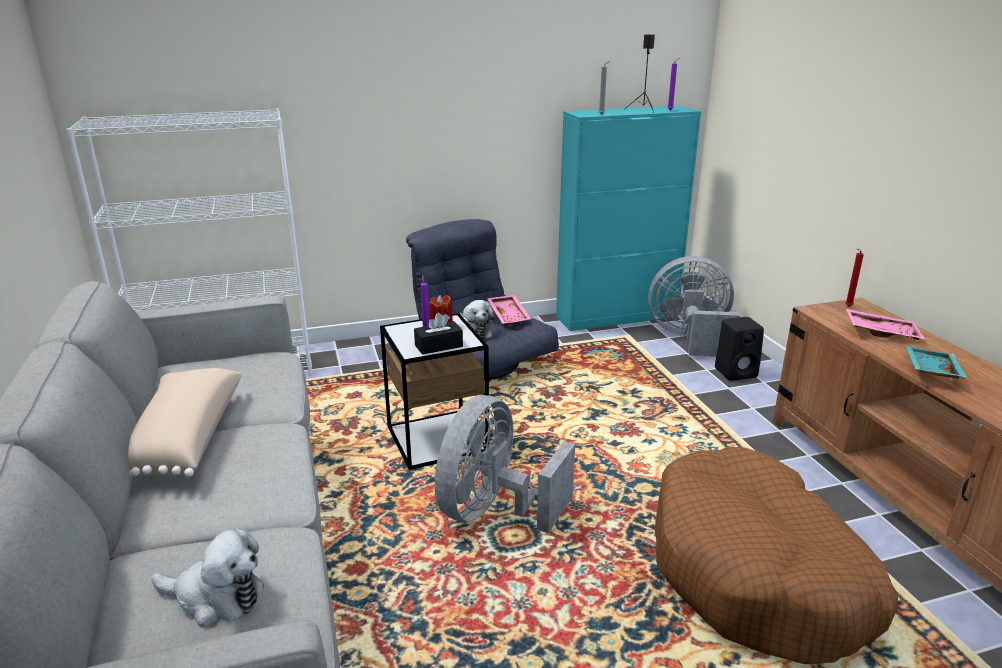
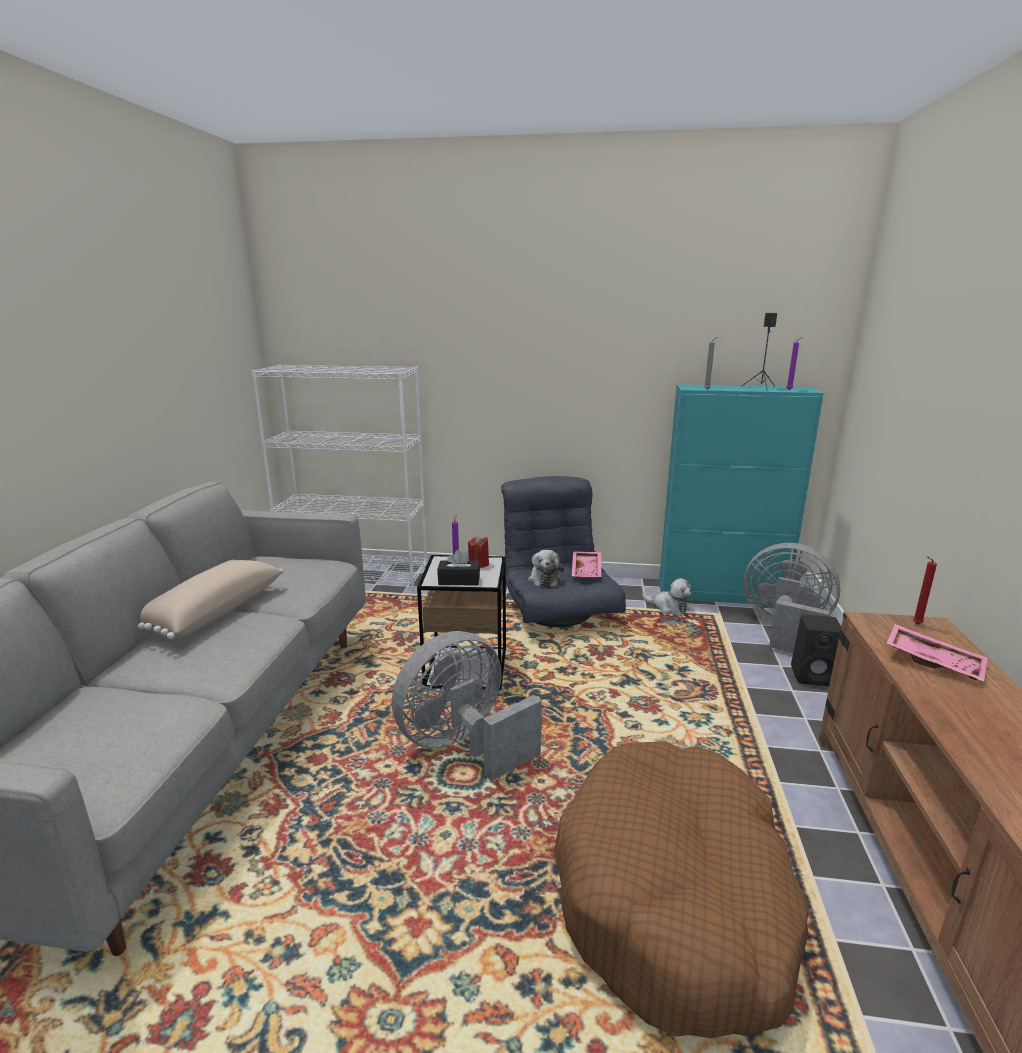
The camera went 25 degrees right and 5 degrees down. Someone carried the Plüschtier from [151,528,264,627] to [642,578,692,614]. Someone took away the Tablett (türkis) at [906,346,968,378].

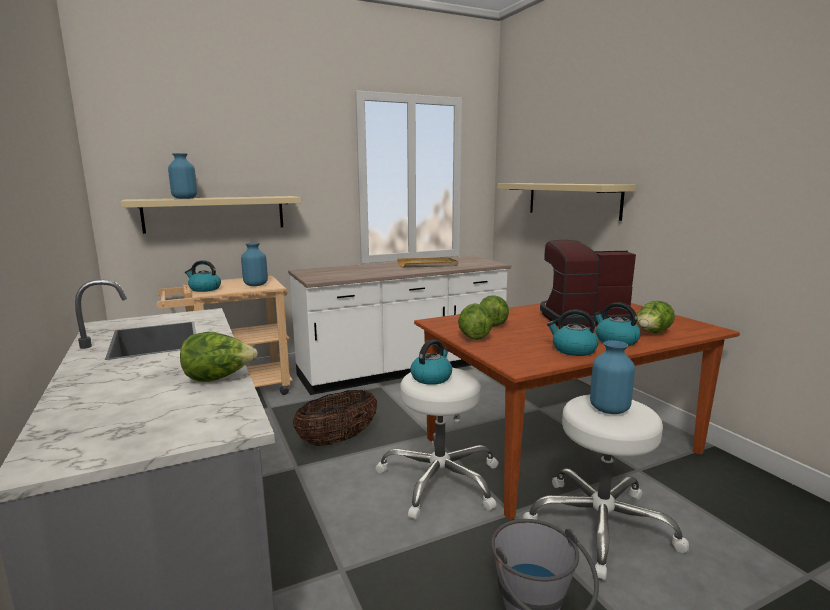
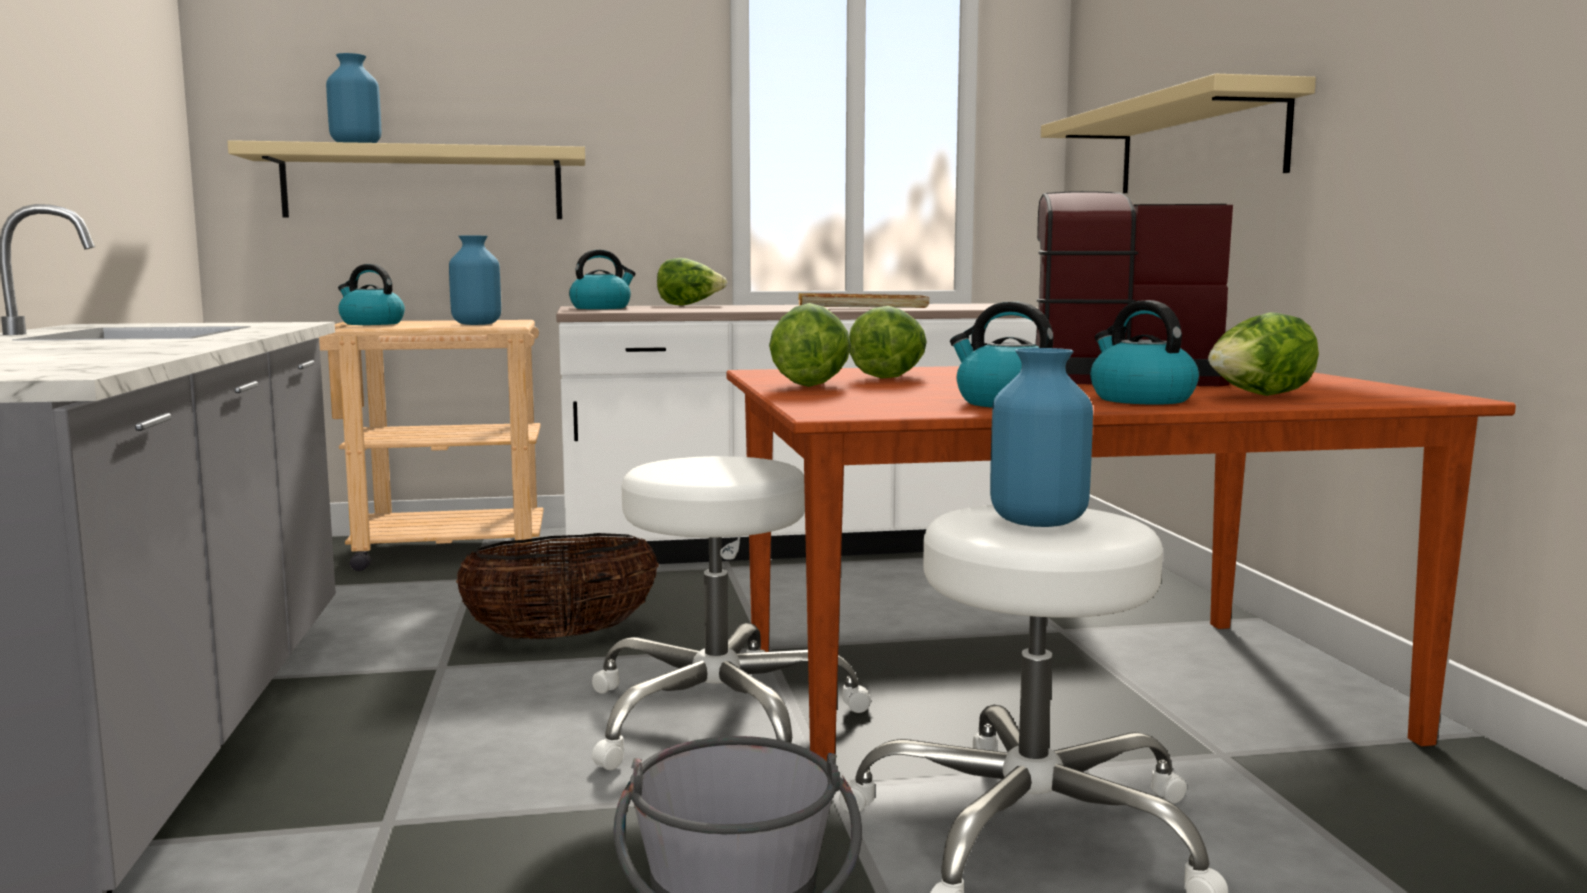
The camera went 15 degrees right and 5 degrees down. Someone carried the Wasserkessel from [410,340,452,385] to [569,250,636,309]. Someone carried the Salatkopf from [180,332,258,382] to [657,258,727,306].

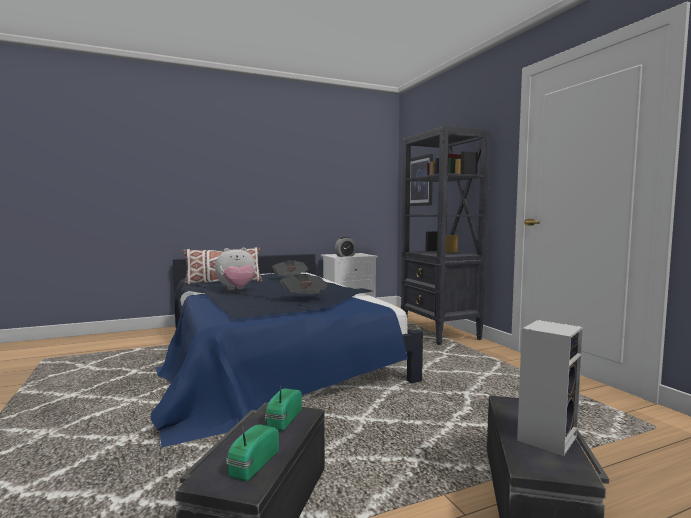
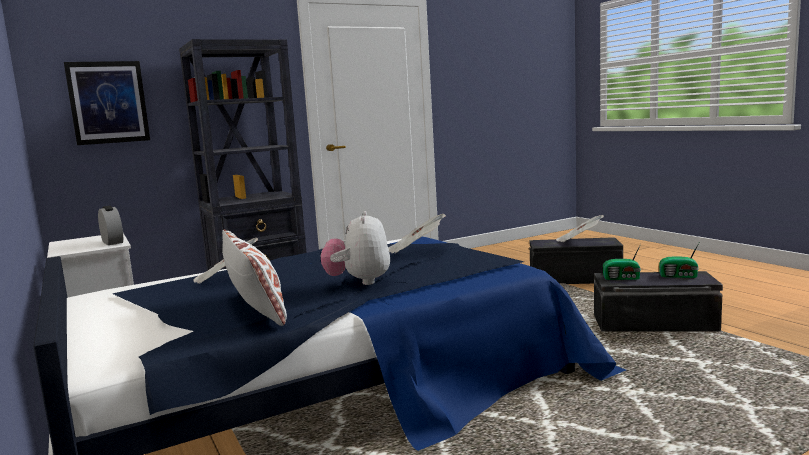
The camera went 95 degrees left and 5 degrees up. Someone rotated the Plüschtier at [215,247,255,290] by 150 degrees counterclockwise. Someone swapped the Lautsprecher at [517,320,583,456] for the Zeitung at [556,215,604,242].

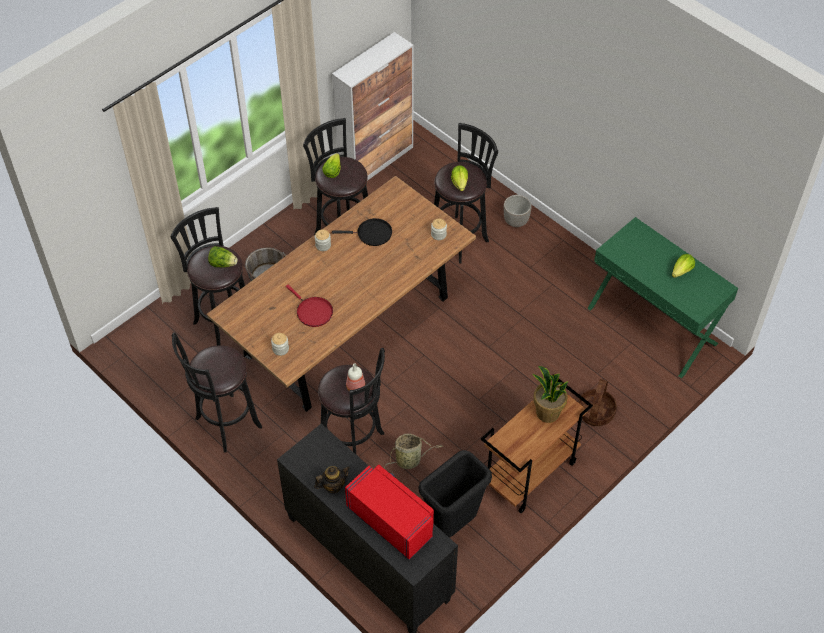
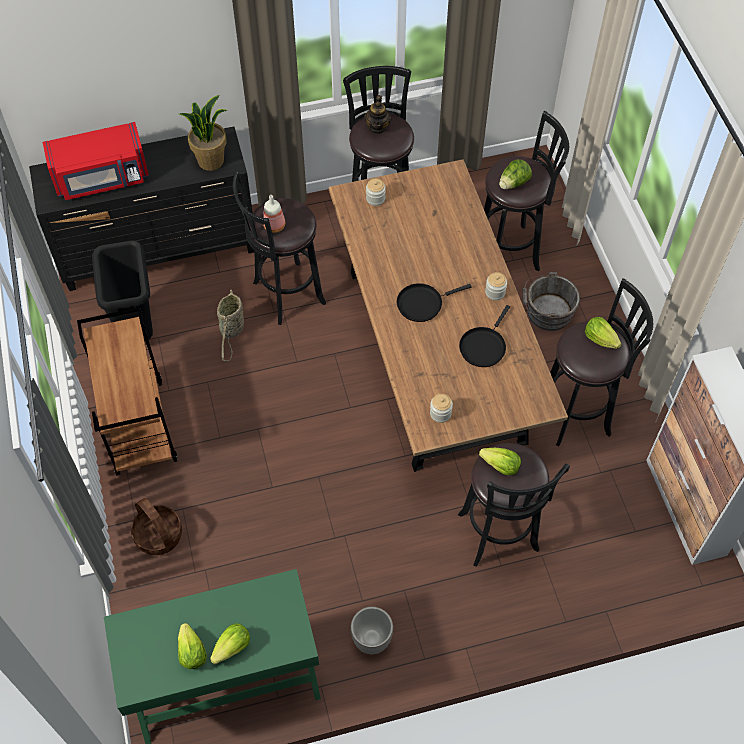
The camera went 120 degrees right and 5 degrees up. Someone carried the Topfpflanze from [533,366,568,423] to [179,95,228,171]. Someone put down the Salatkopf at [210,623,250,665]. Someone carried the Pflanzkübel from [504,195,532,227] to [350,607,393,654]. Someone carried the Teekanne from [314,466,350,494] to [364,95,391,134]. Someone put down the Pfanne (schwarz) at [397,283,472,322]. Someone took away the Pfanne (rot) at [286,285,333,327].

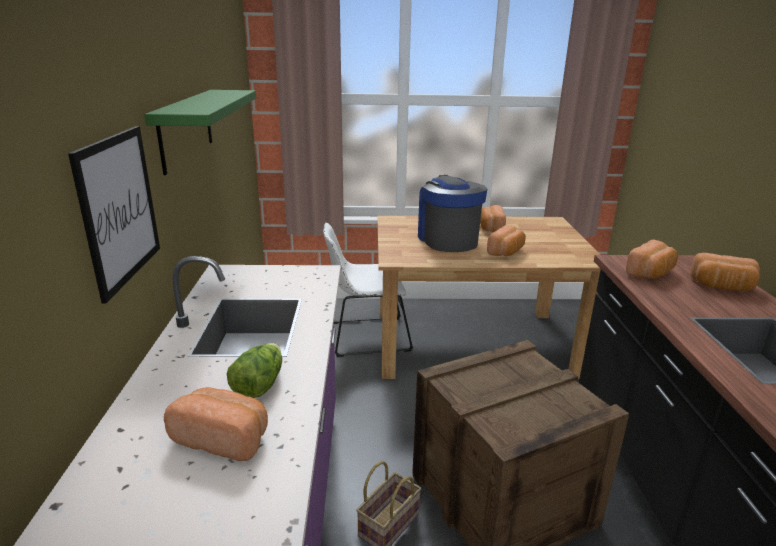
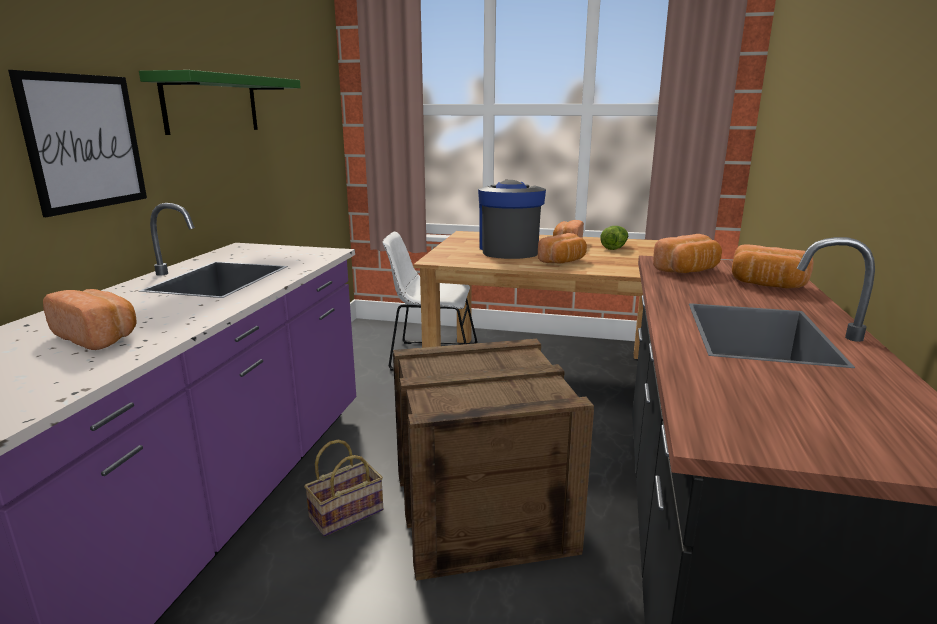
The camera went 15 degrees right and 5 degrees down. Someone carried the Salatkopf from [227,343,282,398] to [600,226,628,250].

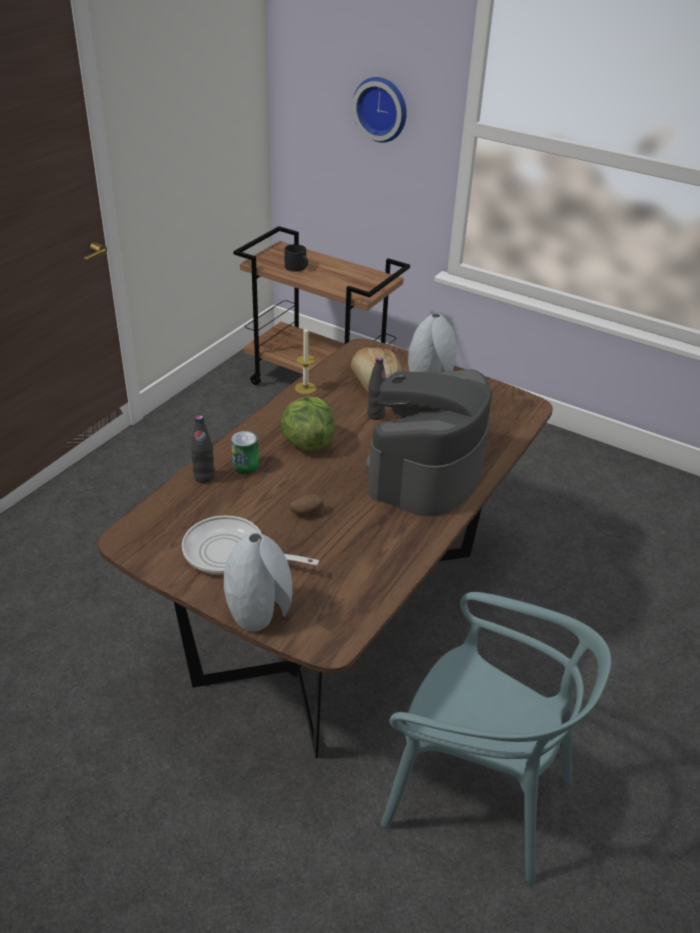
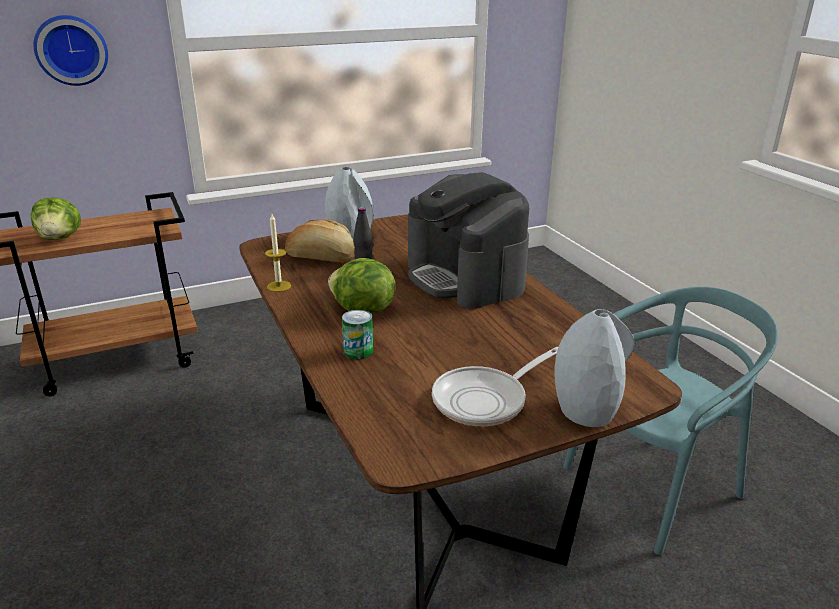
The camera went 55 degrees left and 10 degrees down. Someone swapped the Henkelbecher (schwarz) at [284,244,308,272] for the Salatkopf at [31,197,81,240]. Someone took away the Flasche (schwarz) at [191,415,215,483]. Someone took away the Kartoffel at [289,495,324,515].

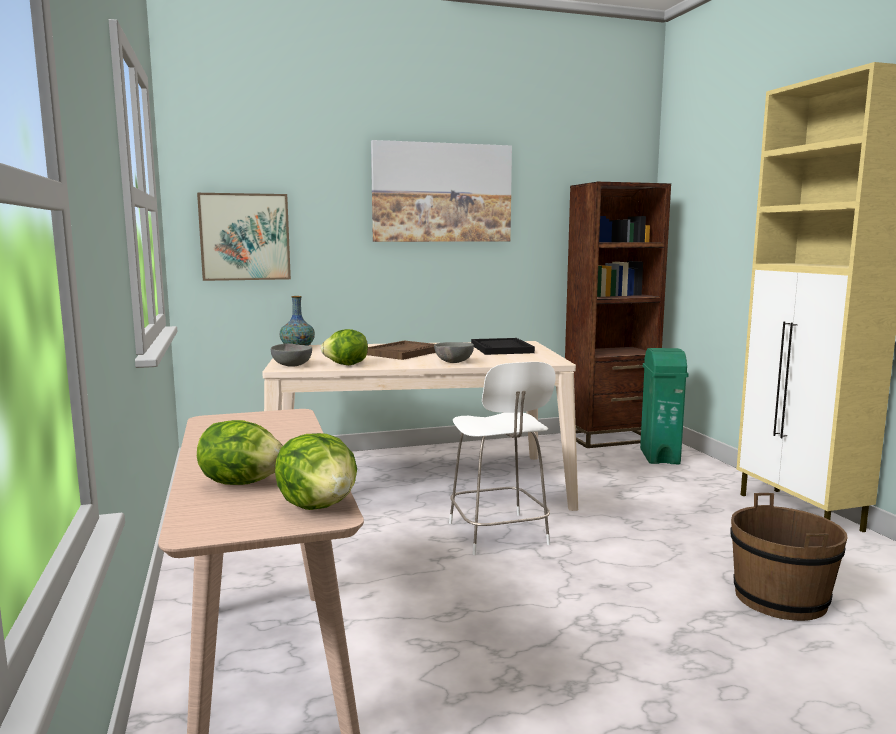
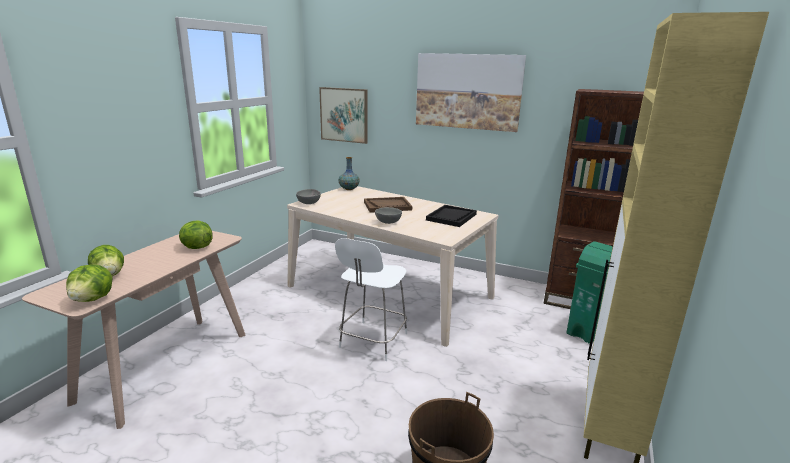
The camera went 40 degrees right and 10 degrees up. Someone carried the Salatkopf from [320,329,368,365] to [179,220,213,249].

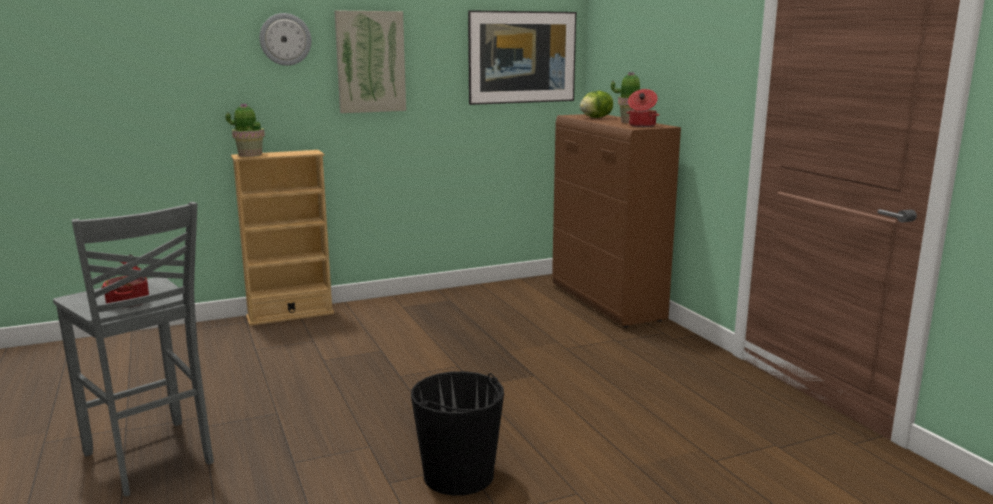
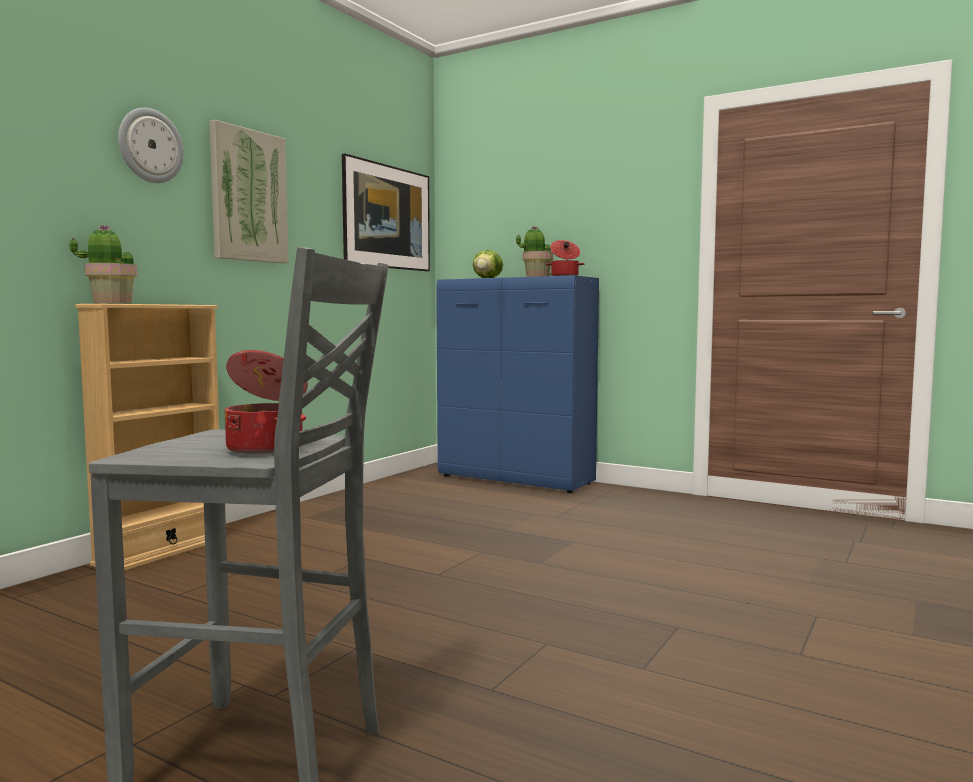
The camera went 35 degrees left and 10 degrees down. Someone repainted the Schrank (braun) at [552,114,681,327], which became the Schrank (blau) at [436,275,599,493]. Someone took away the Eimer (schwarz) at [411,371,504,496].

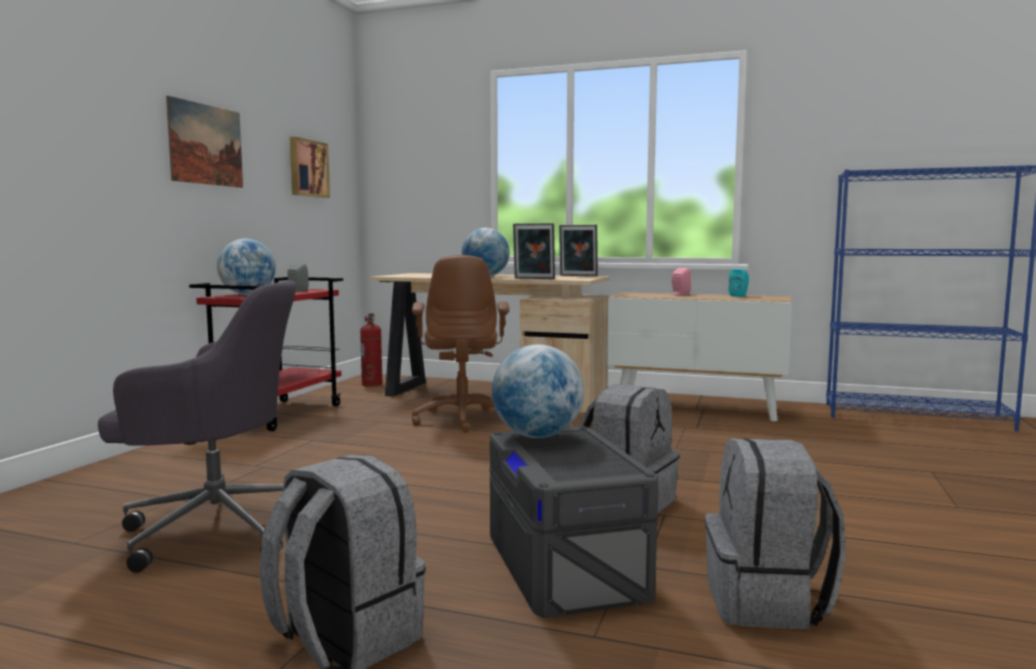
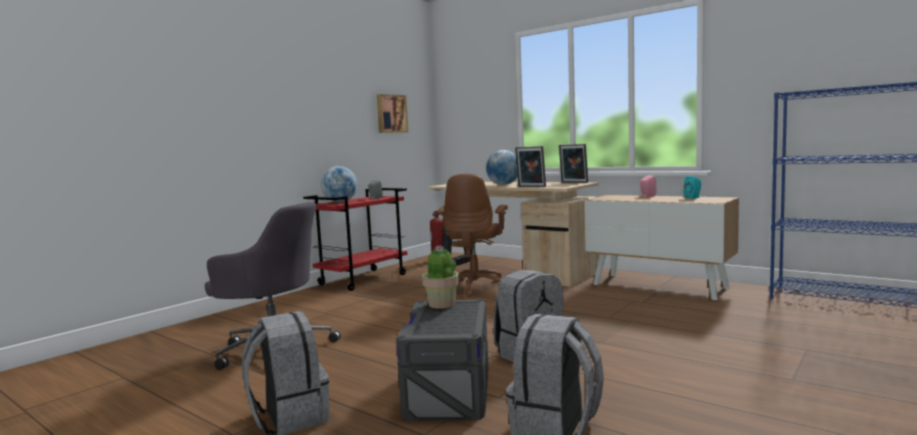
The camera went 20 degrees right and 0 degrees up. Someone swapped the Globus at [492,344,584,438] for the Topfpflanze at [422,245,459,309]. Someone took away the Bild at [166,96,243,188].

